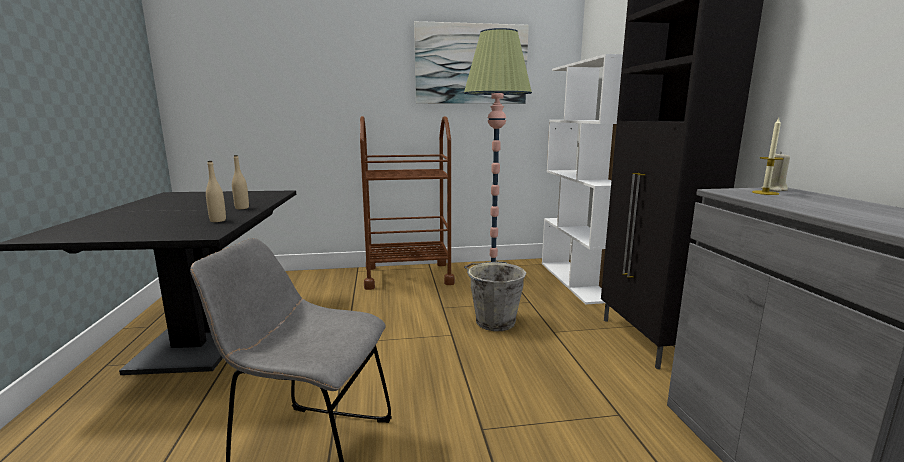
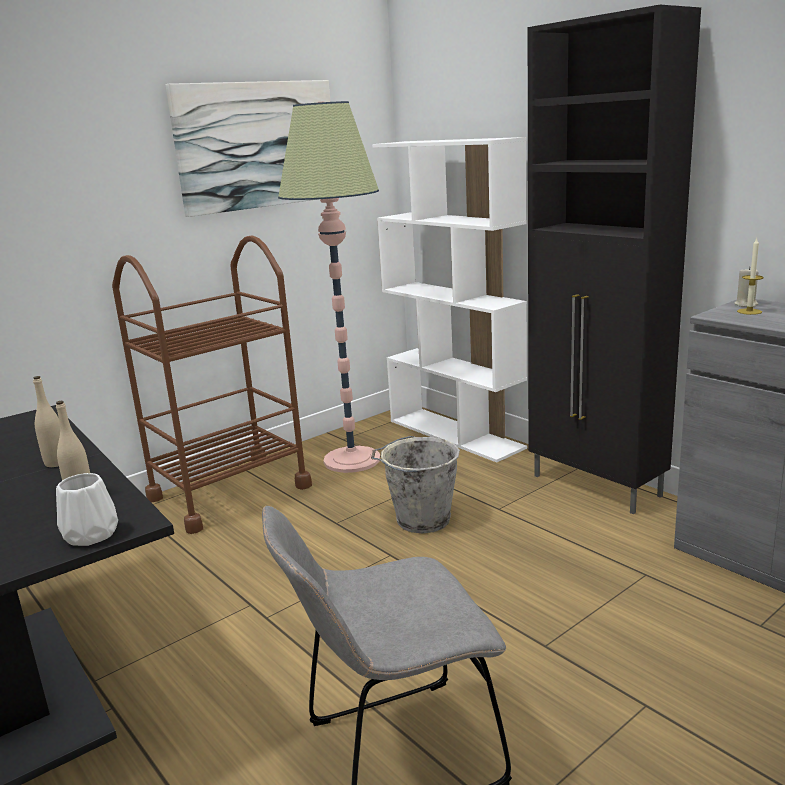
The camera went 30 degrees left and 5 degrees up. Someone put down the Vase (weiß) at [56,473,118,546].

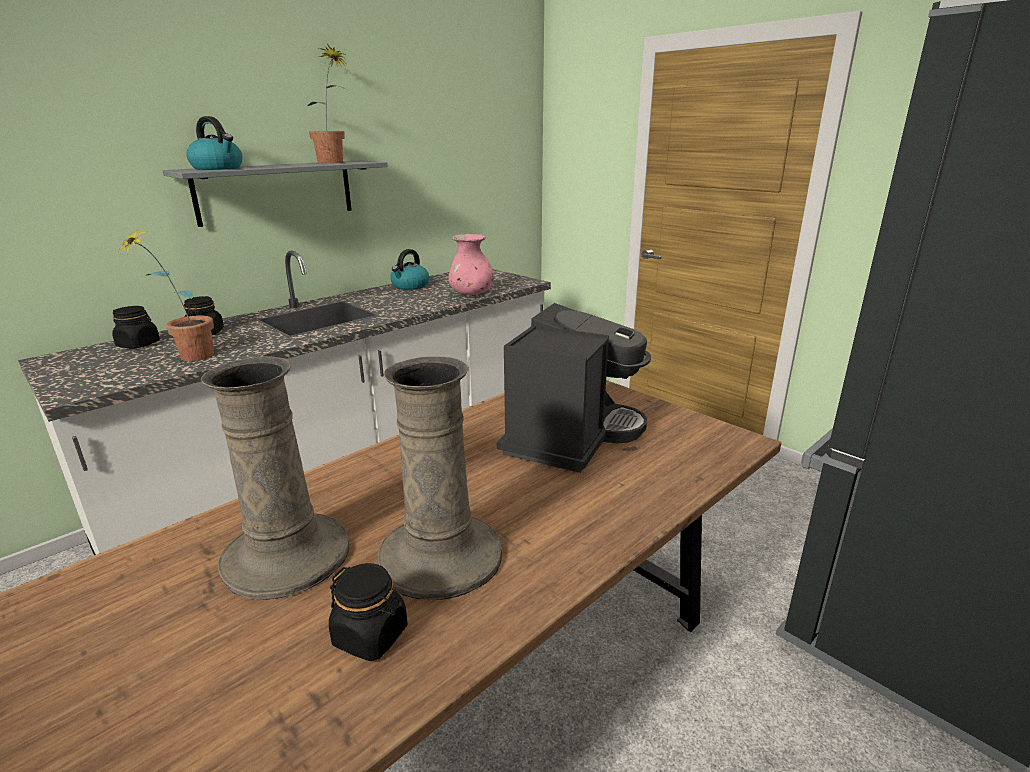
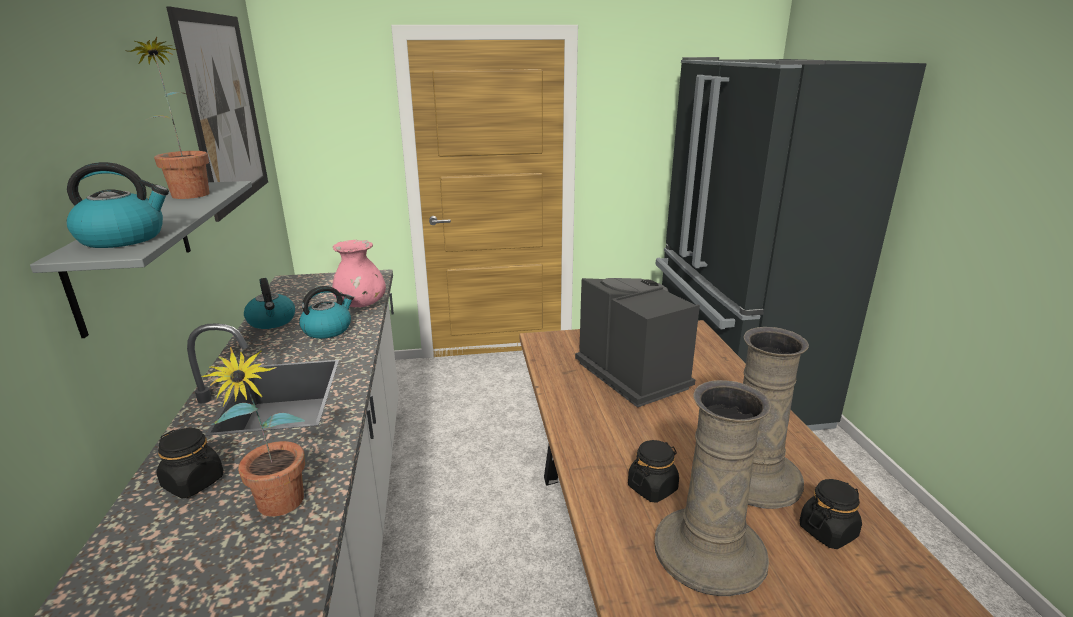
The camera went 55 degrees left and 0 degrees up. Someone put up the Bild at [166,6,268,222]. Someone put down the Wasserkessel at [299,286,354,339]. Someone carried the Vorratsglas (schwarz) from [112,306,160,348] to [628,440,679,503].

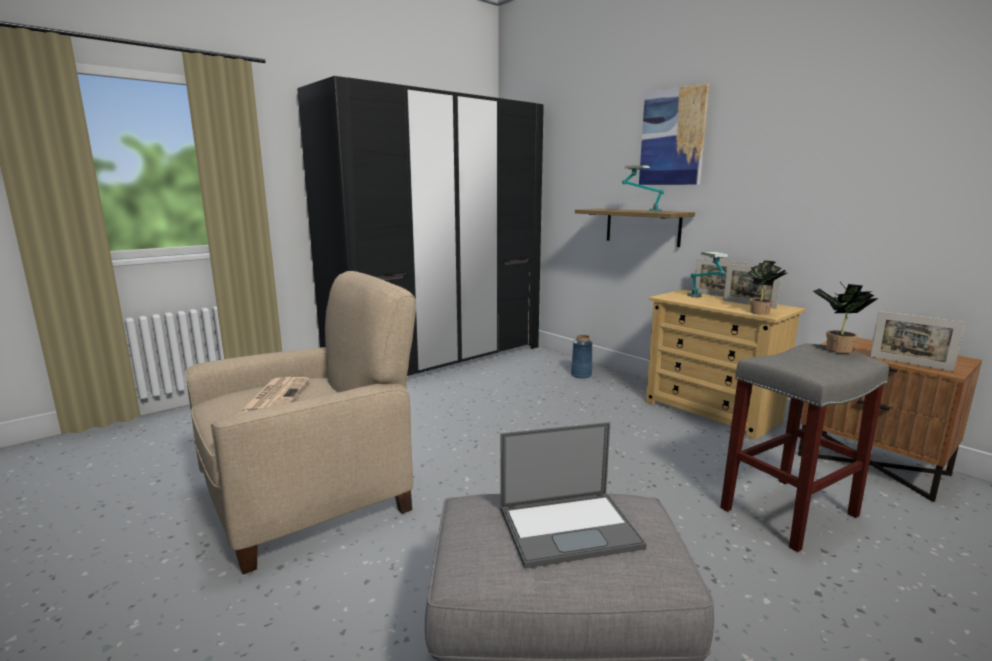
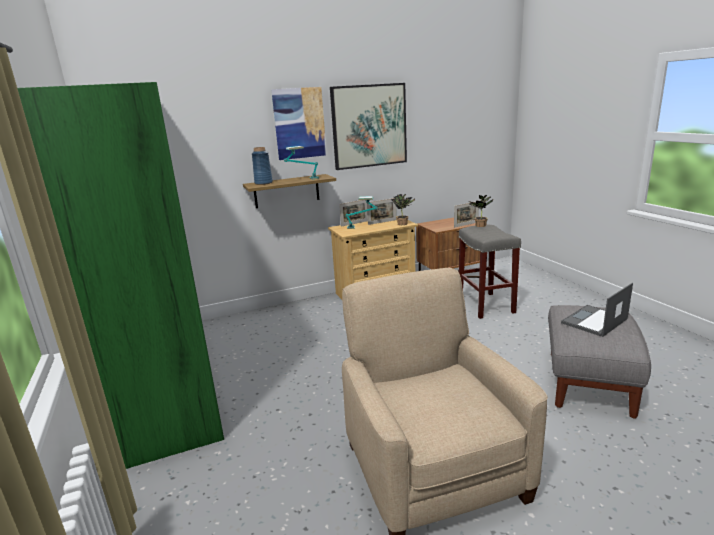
The camera went 70 degrees left and 5 degrees up. Someone repainted the Kleiderschrank (schwarz) at [297,76,544,376], which became the Kleiderschrank (grün) at [17,82,224,469]. Someone carried the Vase (blau) from [571,335,592,379] to [252,147,273,185]. Someone put up the Bild at [330,83,407,170]. Someone rotated the Laptop at [500,422,647,568] by 135 degrees counterclockwise. Someone took away the Zeitung at [238,377,310,414].

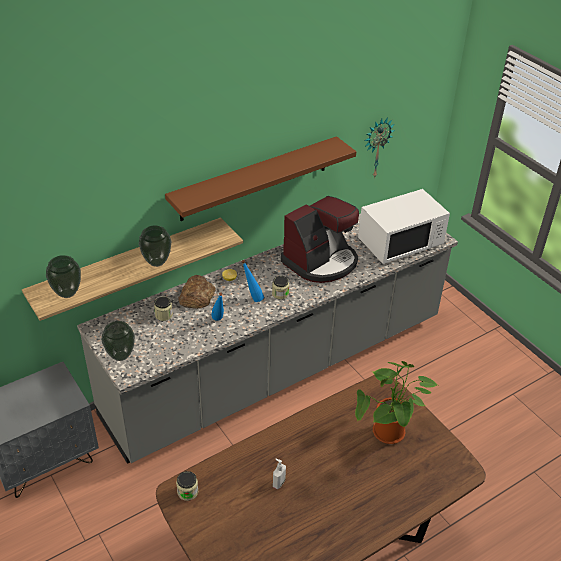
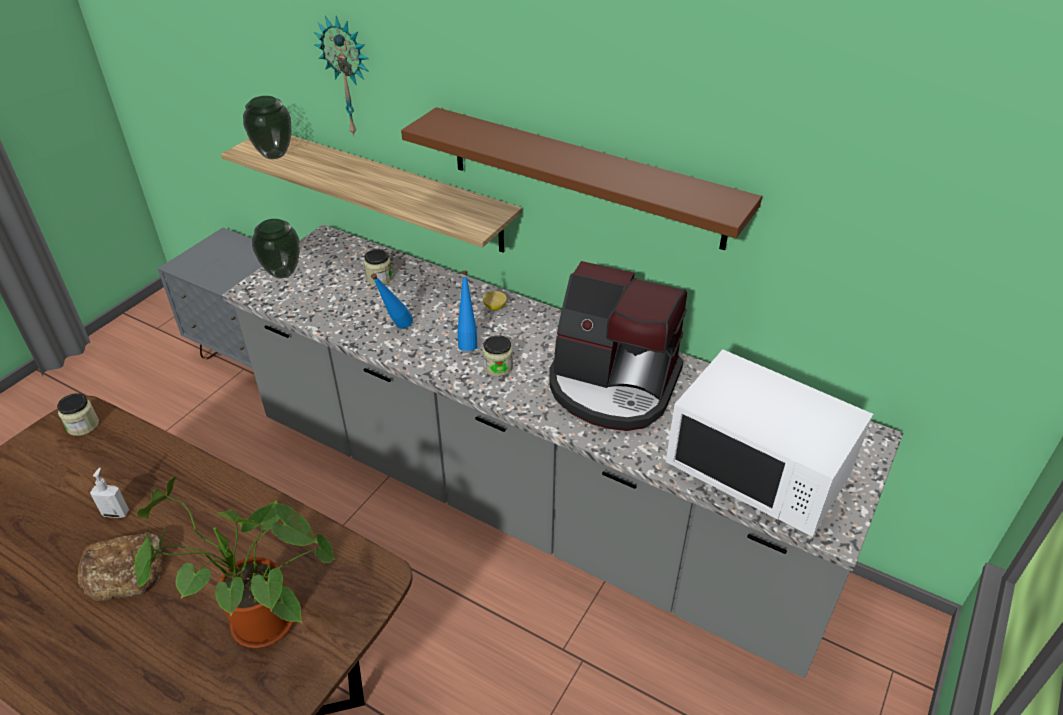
The camera went 65 degrees right and 0 degrees up. Someone carried the Brot from [178,275,216,309] to [78,533,163,602]. Someone carried the Wanduhr from [365,117,395,178] to [314,16,369,137]. Someone took away the Vase at [139,226,171,267].

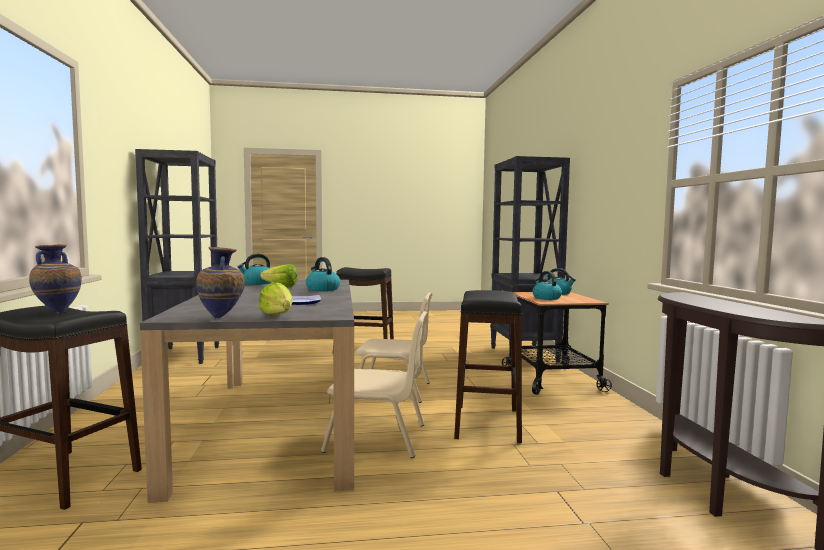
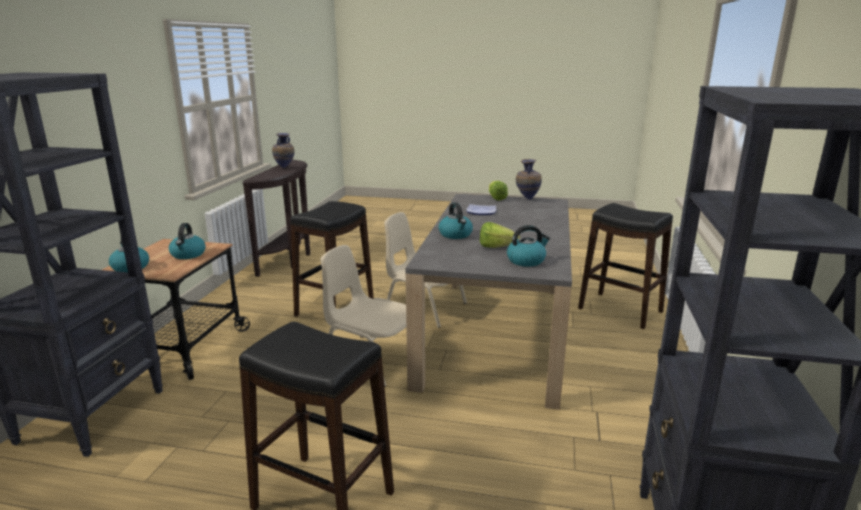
The camera went 160 degrees left and 15 degrees up. Someone carried the Vase from [29,244,82,313] to [272,133,294,168].

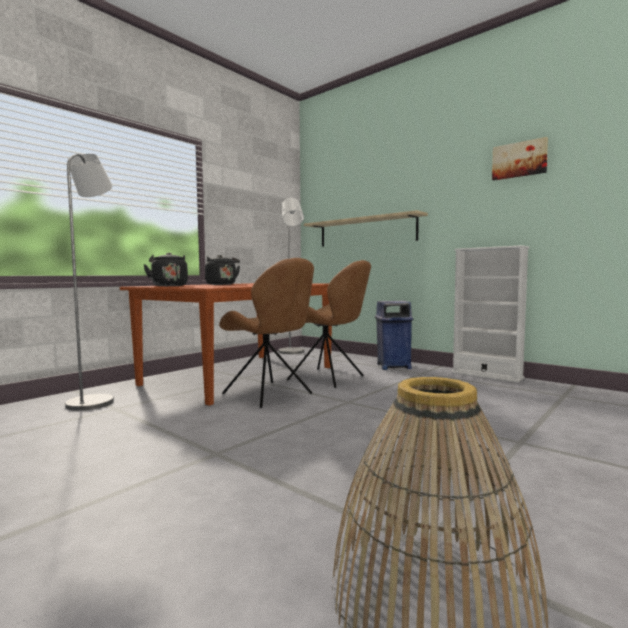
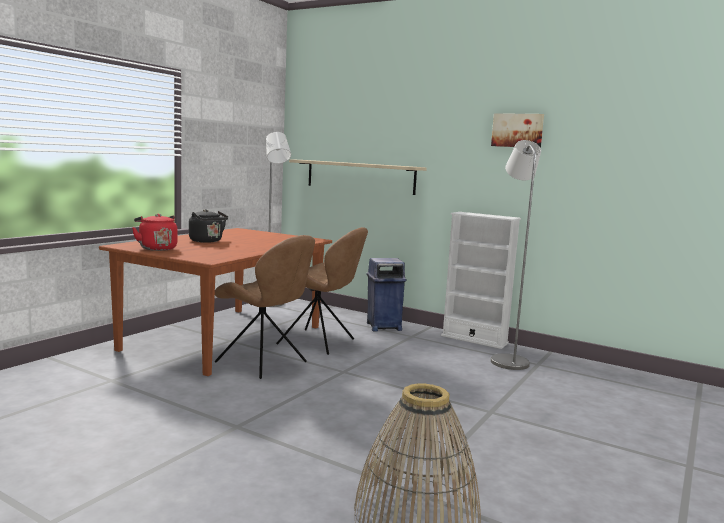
The camera went 10 degrees left and 5 degrees up. Someone repainted the Wasserkessel (schwarz) at [143,253,188,286], which became the Wasserkessel (rot) at [132,214,178,251]. Someone carried the Stehlampe (grau) from [65,154,114,411] to [491,140,541,370].

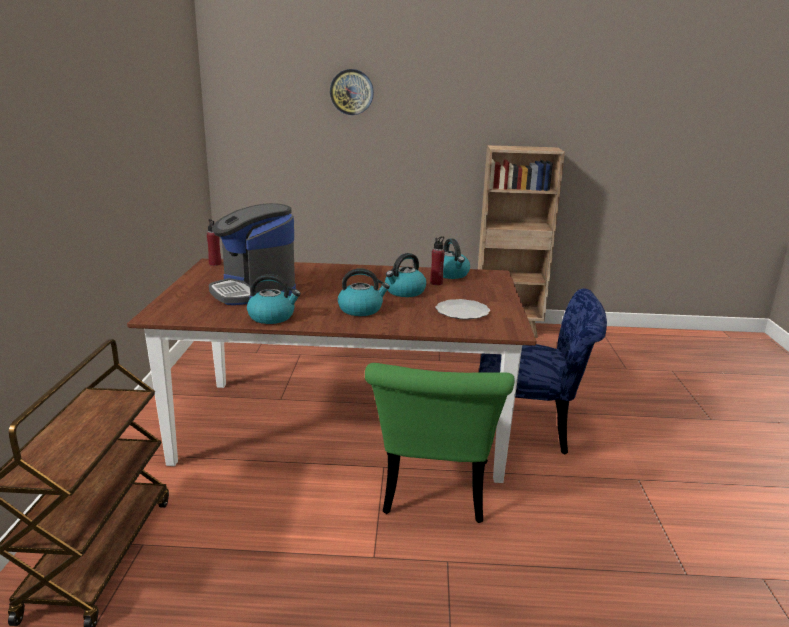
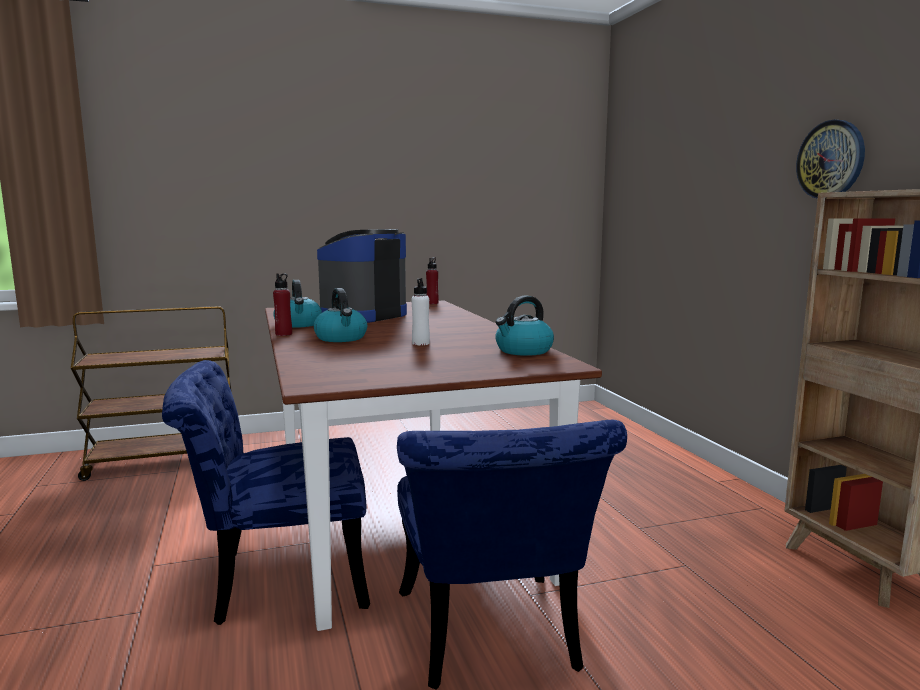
The camera went 70 degrees right and 10 degrees down. Someone repainted the Stuhl (grün) at [365,363,515,523], which became the Stuhl (blau) at [162,360,370,625]. Someone carried the Flasche (rot) from [430,236,445,285] to [273,273,292,336]. Someone swapped the Wasserkessel at [385,253,427,297] for the Flasche (weiß) at [411,278,430,345]. Someone carried the Wanduhr from [330,69,374,115] to [796,120,865,199]. Someone took away the Teller at [436,299,490,319].

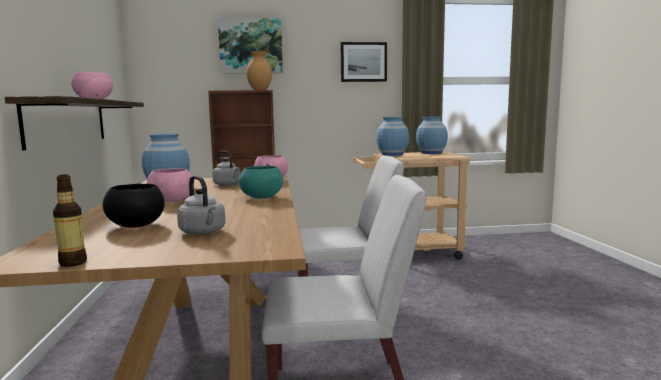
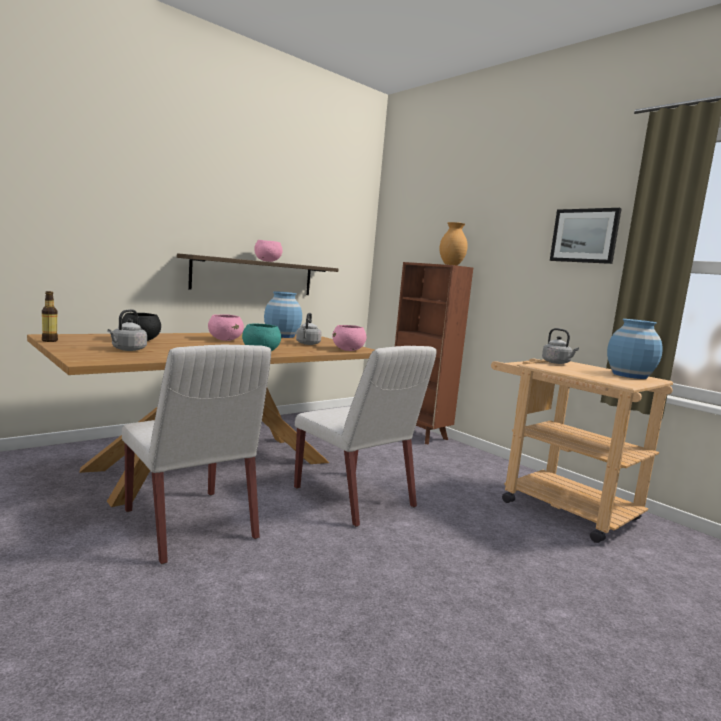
The camera went 55 degrees right and 0 degrees up. Someone swapped the Vase (blau) at [376,117,409,156] for the Wasserkessel (grau) at [542,328,579,364]. Someone took away the Bild at [218,18,283,73].

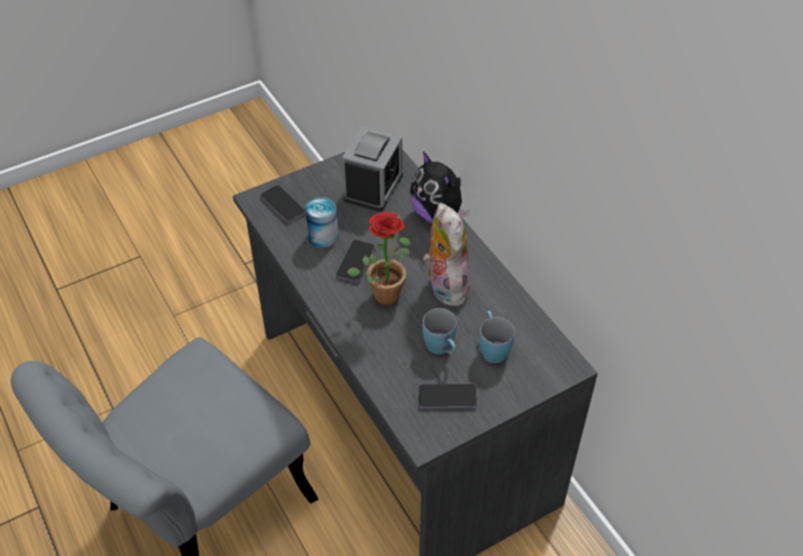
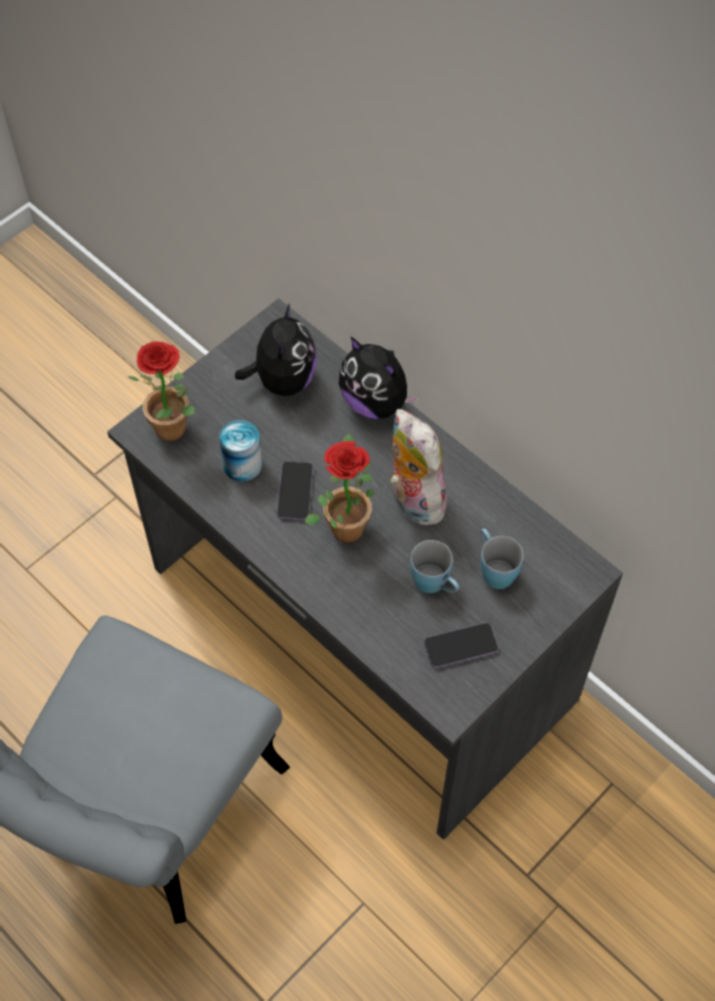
The camera went 15 degrees left and 10 degrees up. Someone swapped the Handy at [260,185,305,222] for the Topfpflanze at [128,342,195,441]. Someone swapped the Wecker at [342,127,403,212] for the Plüschtier at [235,303,317,396].

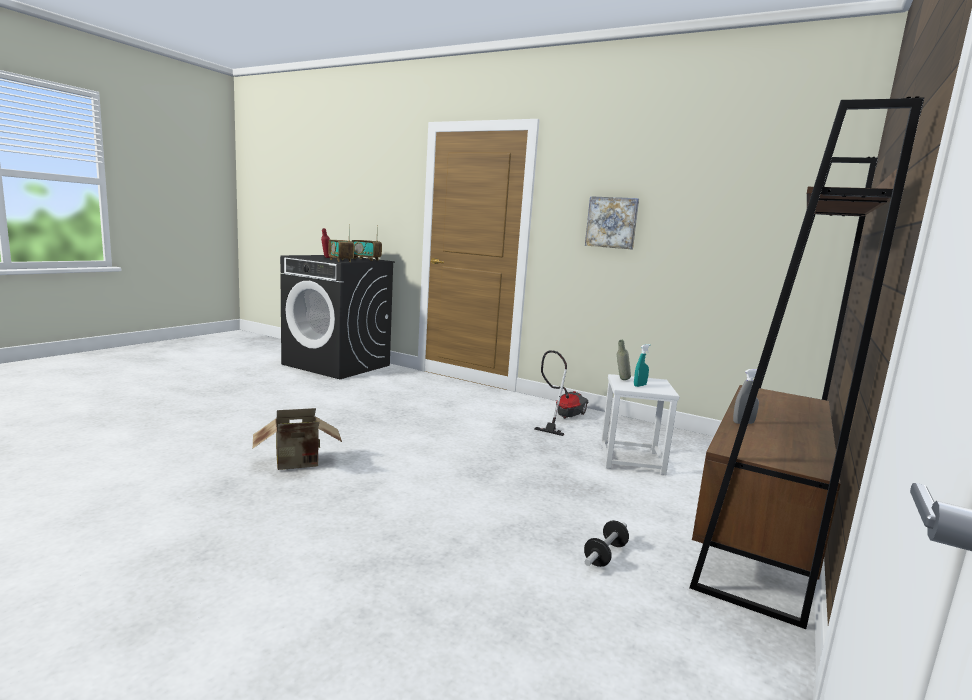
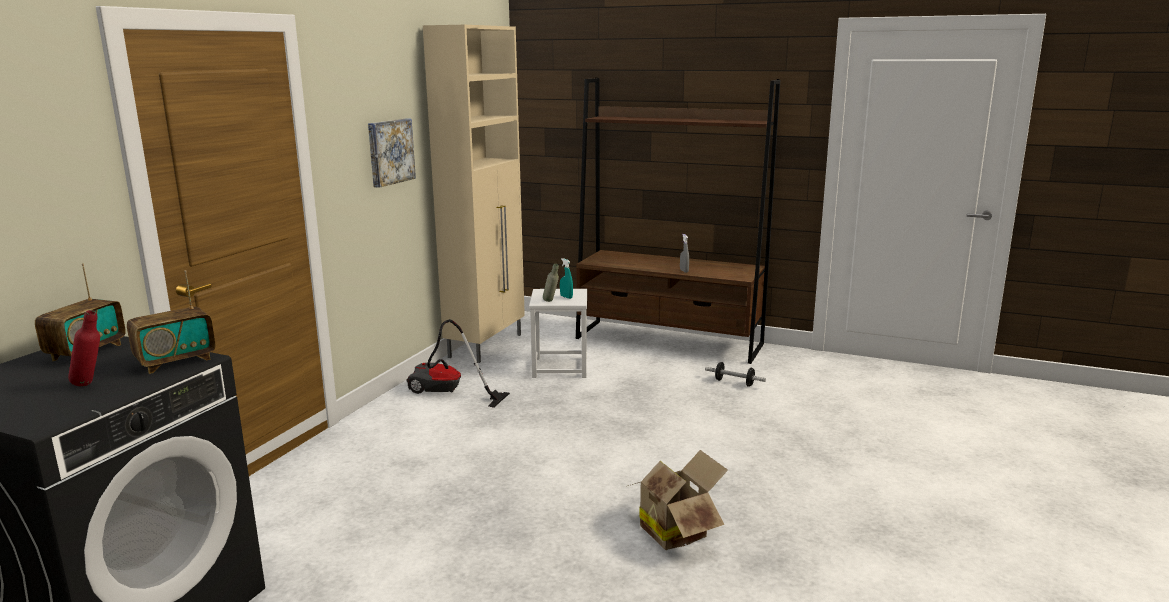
The camera went 95 degrees left and 5 degrees up. Someone put down the Schrank (beige) at [423,25,525,363].

